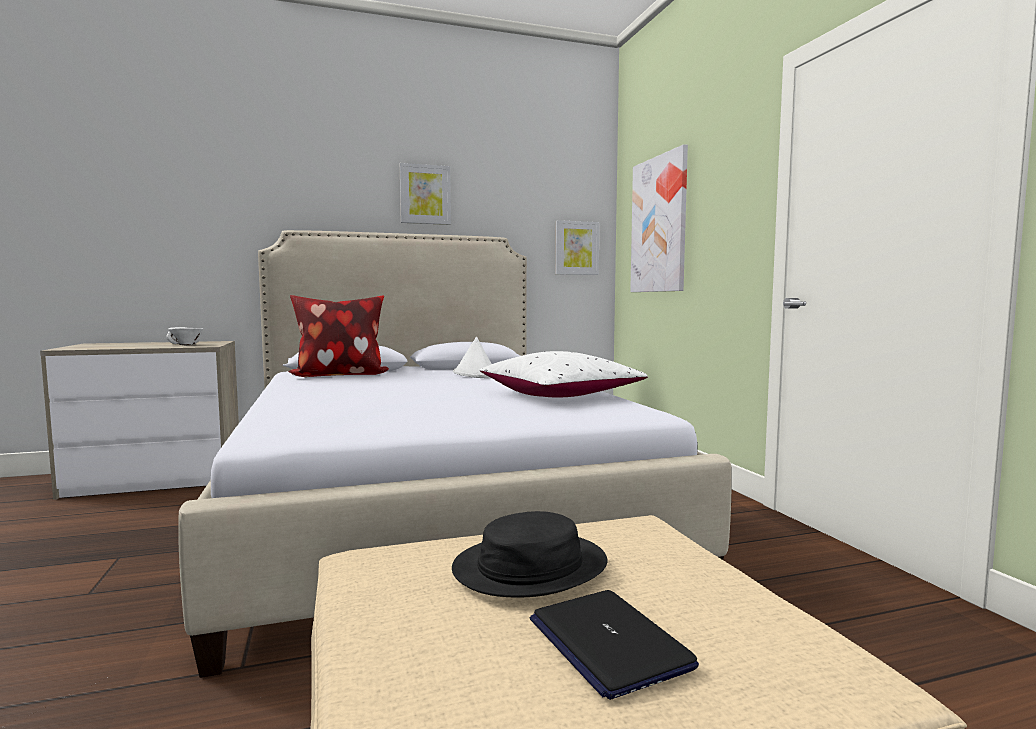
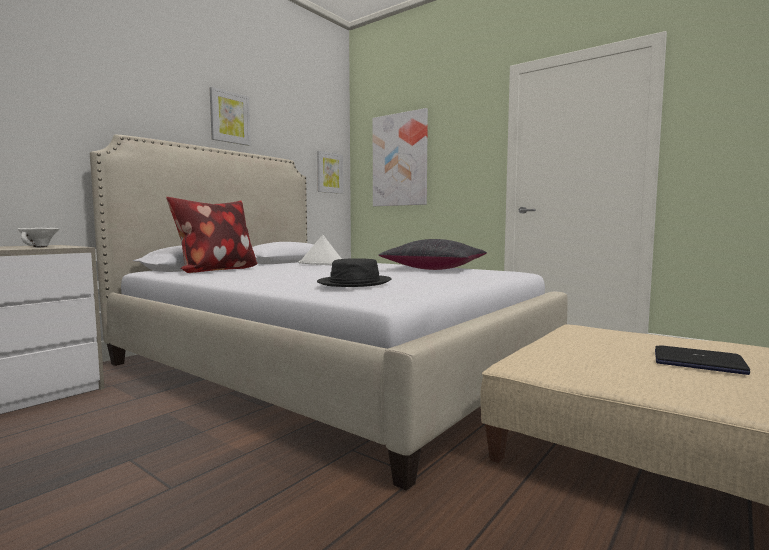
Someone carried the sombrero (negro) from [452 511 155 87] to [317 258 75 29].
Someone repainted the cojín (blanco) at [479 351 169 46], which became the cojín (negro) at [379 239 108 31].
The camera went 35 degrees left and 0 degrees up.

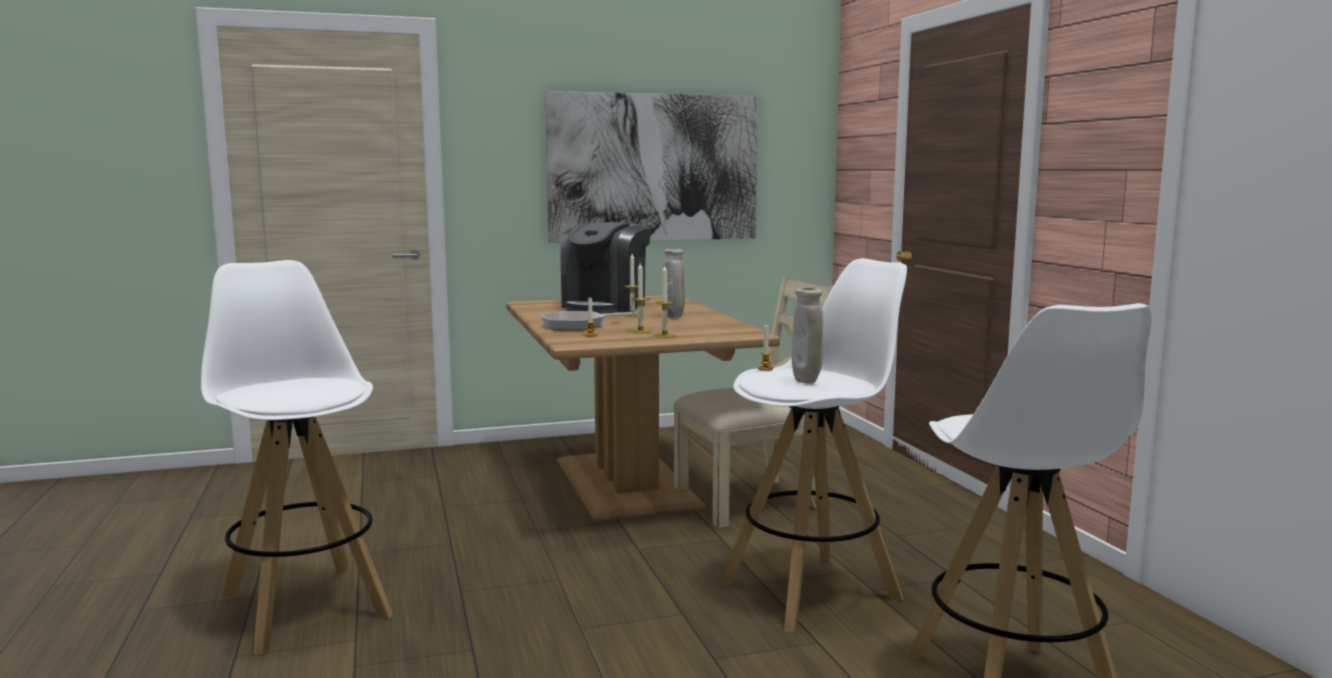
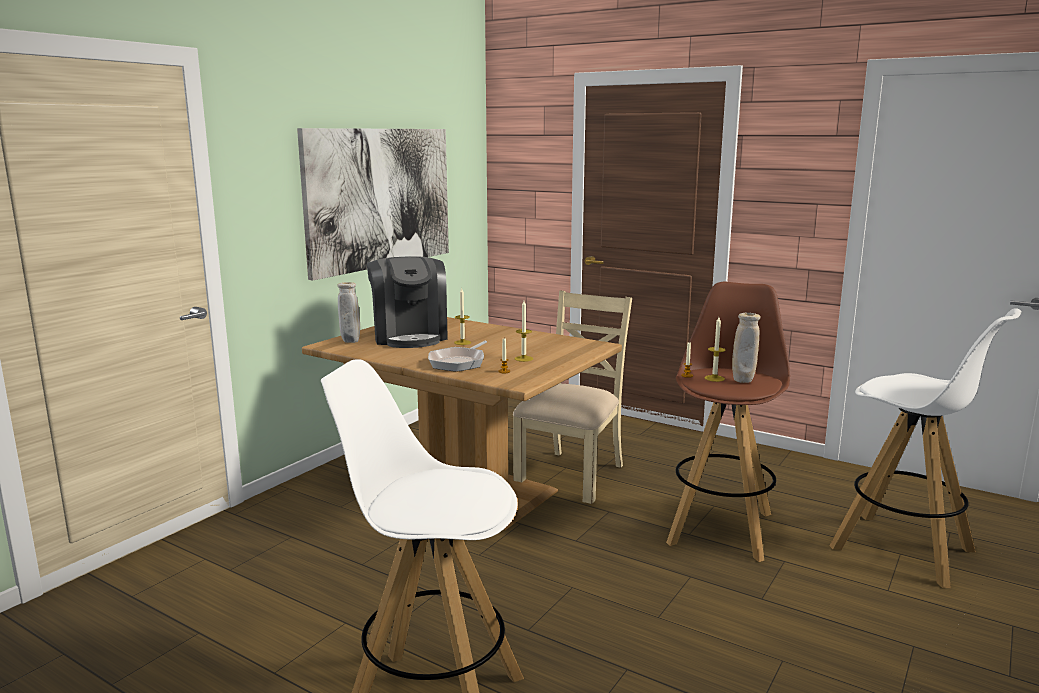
Someone carried the vela from [654 266 22 72] to [705 317 20 65].
Someone carried the florero (beis) from [663 249 22 69] to [337 282 23 61].
Someone repainted the taburete (blanco) at [719 258 188 374], which became the taburete (marrón) at [666 281 124 281].
The camera went 40 degrees left and 5 degrees up.

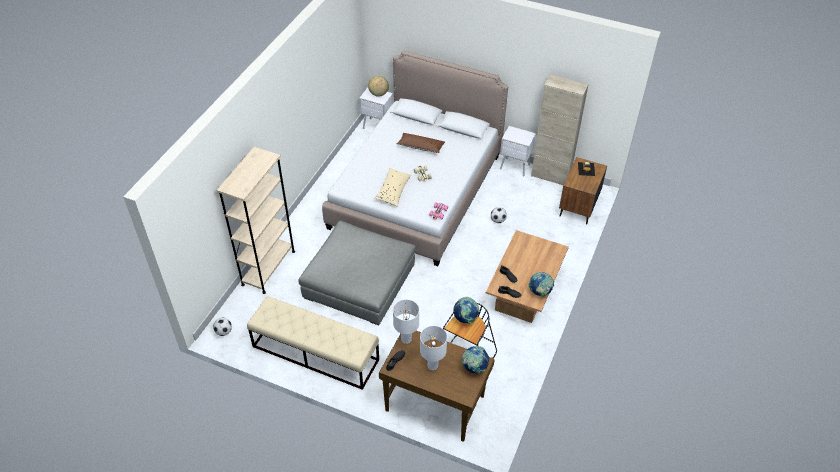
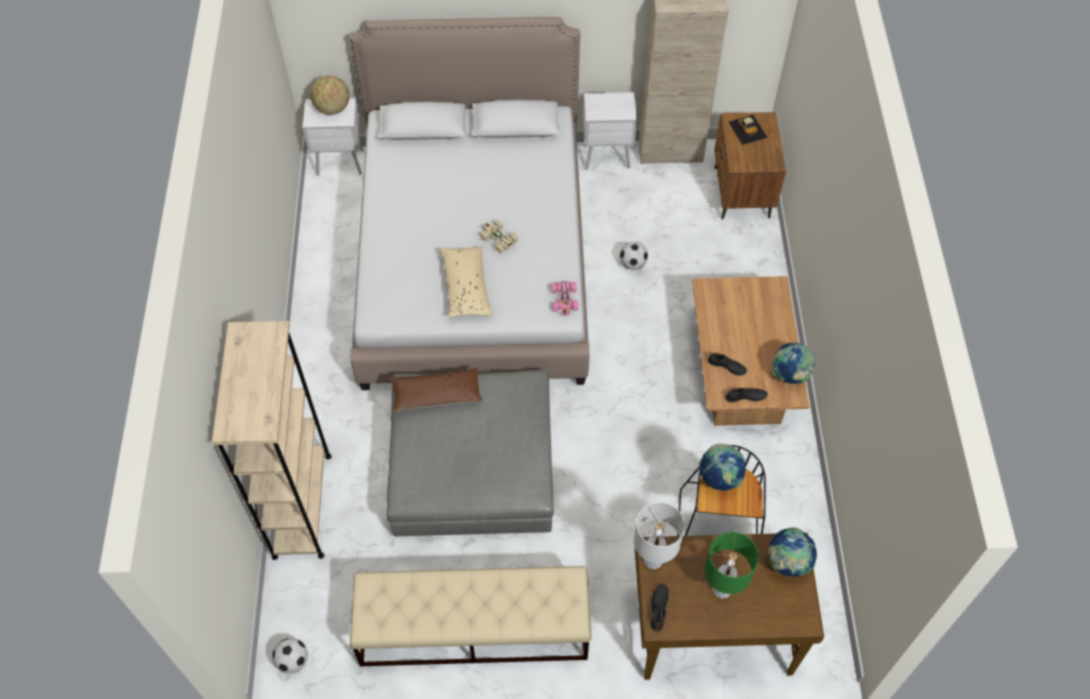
Someone carried the cojín (marrón) from [397 133 48 20] to [391 368 92 44].
Someone repainted the lámpara de mesa (blanco) at [420 326 27 44], which became the lámpara de mesa (verde) at [704 532 55 67].
The camera went 25 degrees left and 10 degrees up.

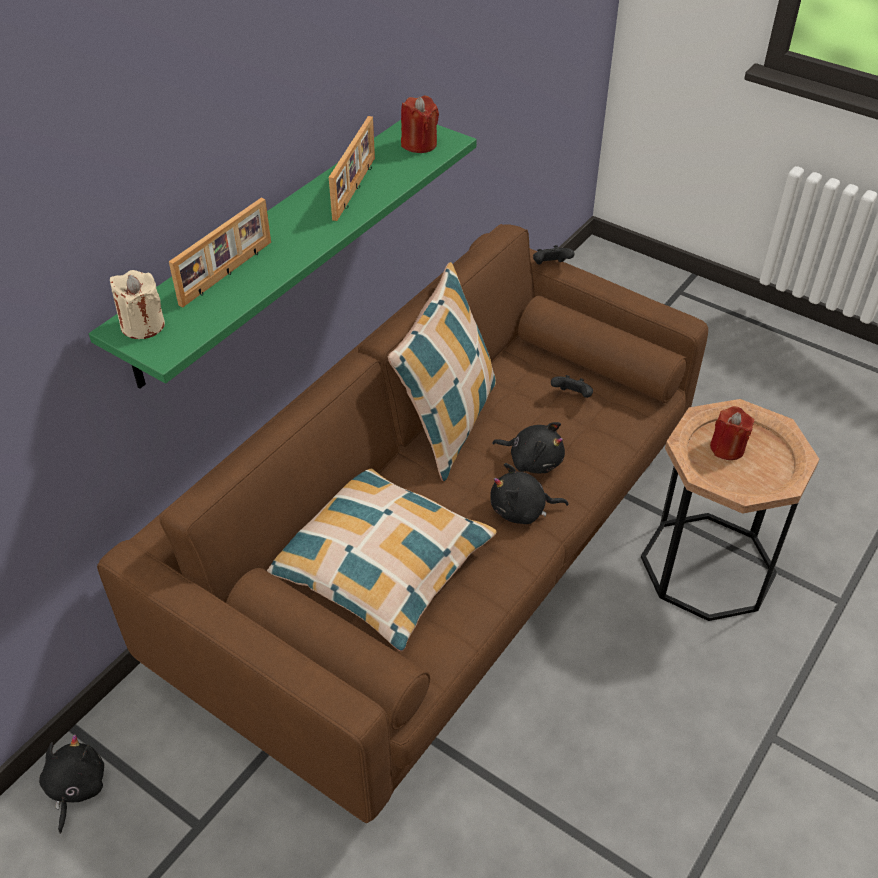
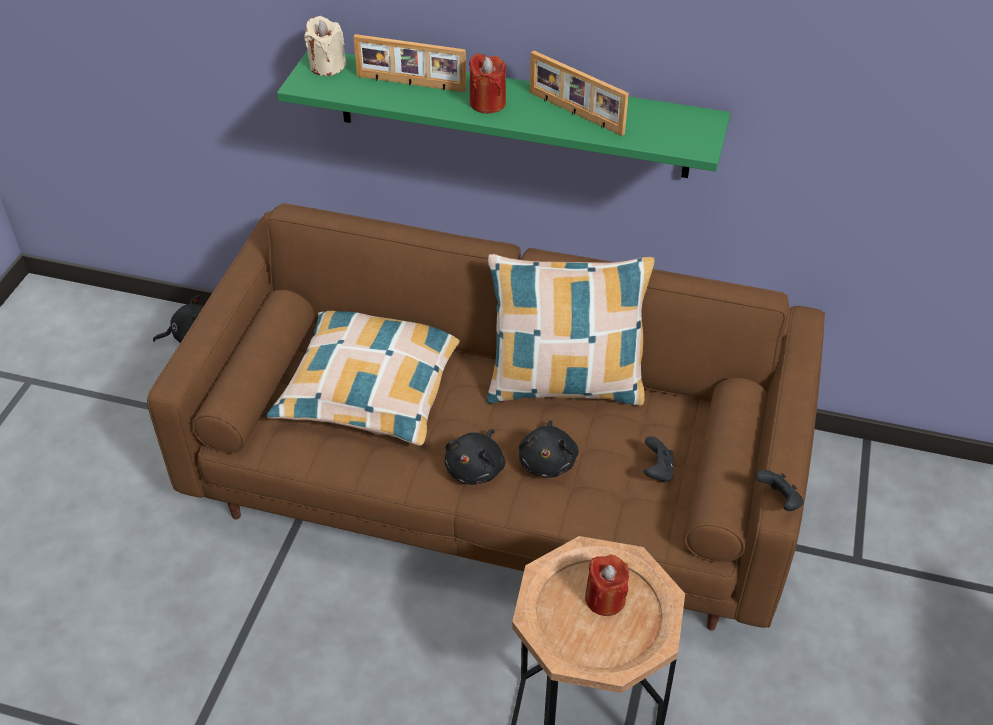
Someone rotated the portarretratos at [329 116 46 105] by 45 degrees clockwise.
Someone carried the vela (rojo) from [401 96 38 57] to [469 53 37 61].
Someone rotated the peluche (negro) at [490 463 79 61] by 135 degrees counterclockwise.
Someone carried the mando de consola (negro) from [533 245 41 20] to [755 469 49 42].
The camera went 70 degrees right and 0 degrees up.

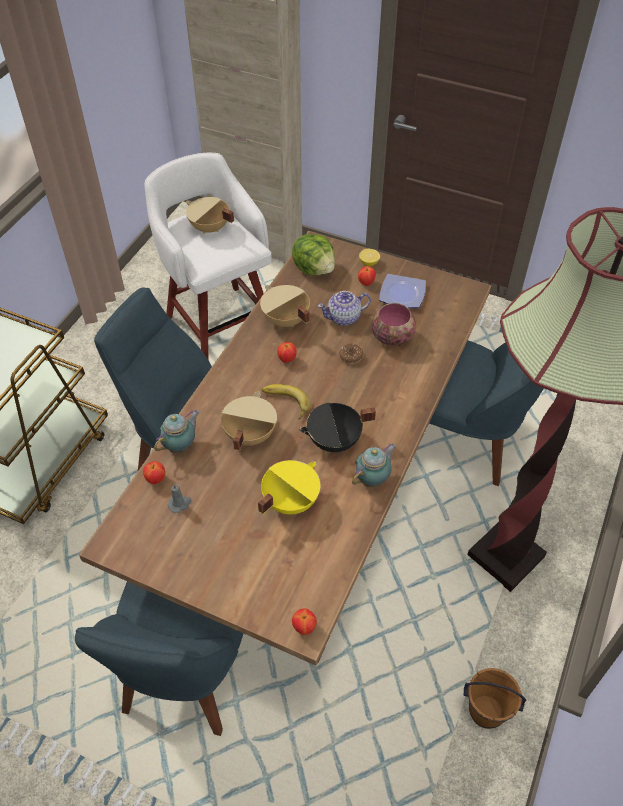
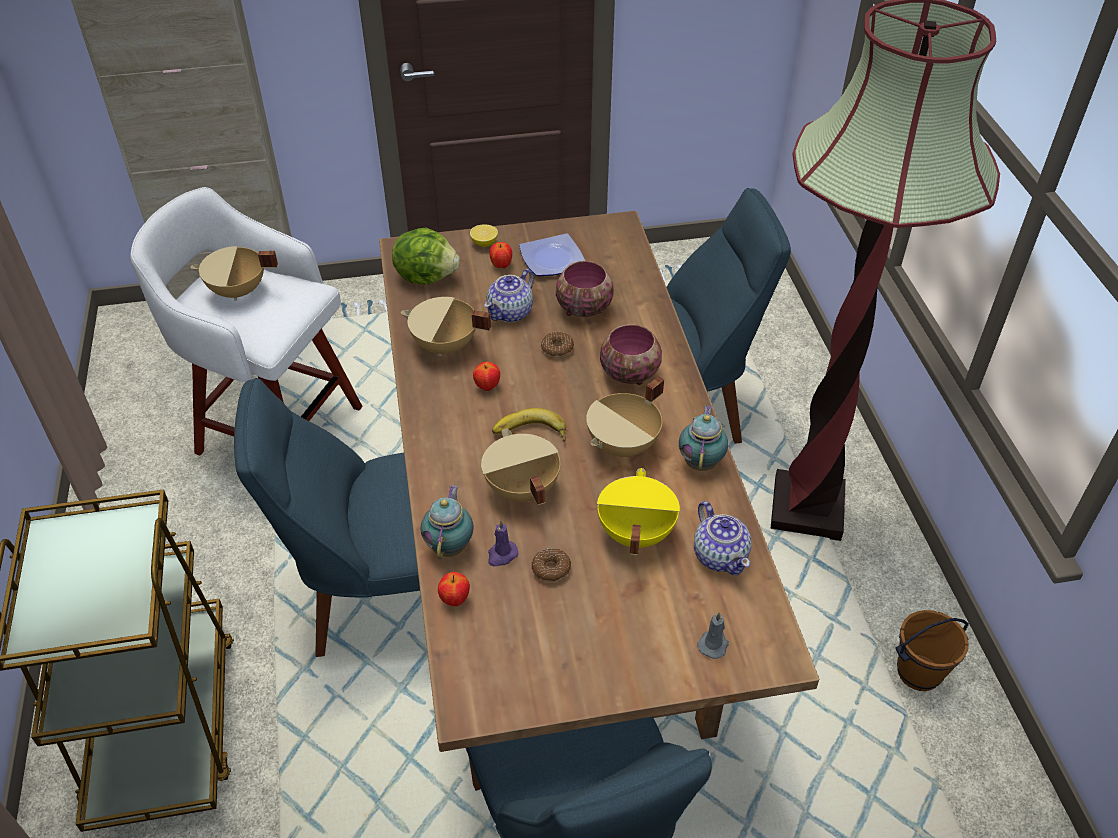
Someone carried the vela (gris) from [168 483 24 30] to [697 612 32 47].
Someone took away the manzana at [292 608 25 27].
Someone repainted the olla (negro) at [300 403 76 49], which became the olla (beis) at [586 376 78 81].
Someone put down the vela (morado) at [488 520 30 46].
Someone put down the rosquilla at [532 548 39 34].
Someone put down the cuenco at [600 324 62 61].
Someone put down the tetera at [694 501 57 74].
The camera went 35 degrees left and 5 degrees down.

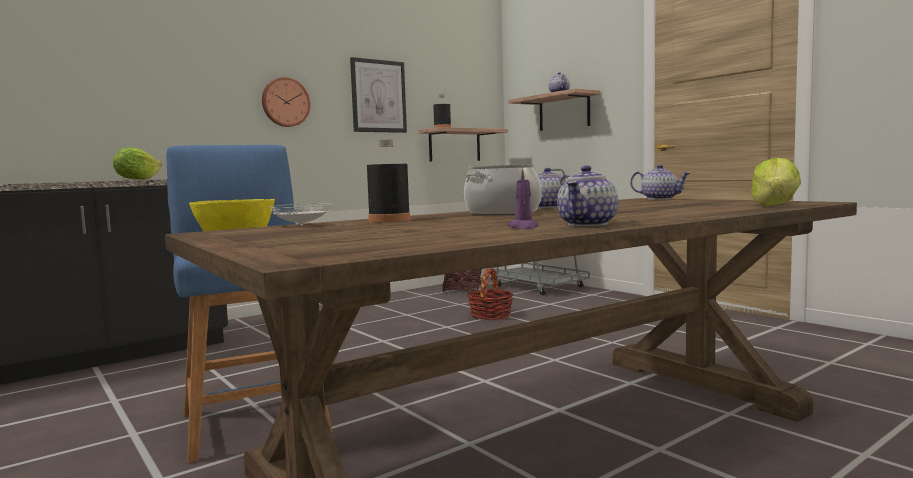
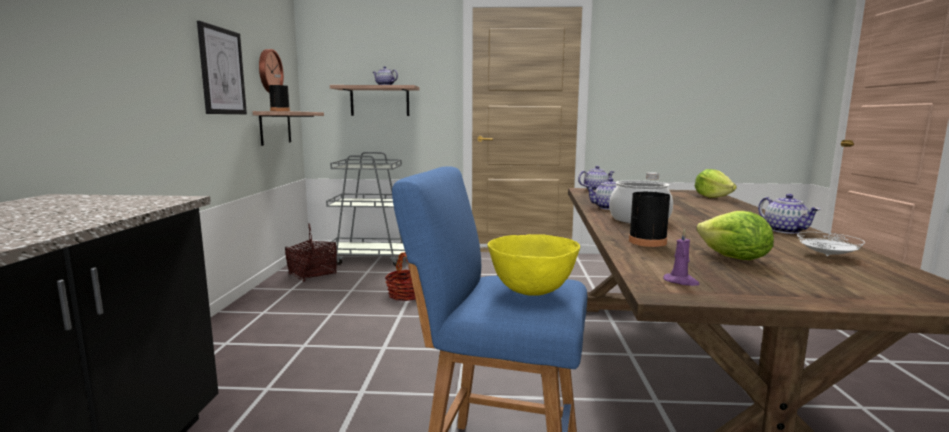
Someone carried the lechuga from [113 147 49 33] to [696 211 78 49].
Someone carried the reloj de pared from [262 77 49 50] to [259 49 25 44].
Someone carried the plato (blanco) from [270 203 61 23] to [797 232 68 24].
Someone carried the vela (morado) from [507 168 31 61] to [663 229 37 57].
The camera went 50 degrees left and 5 degrees up.

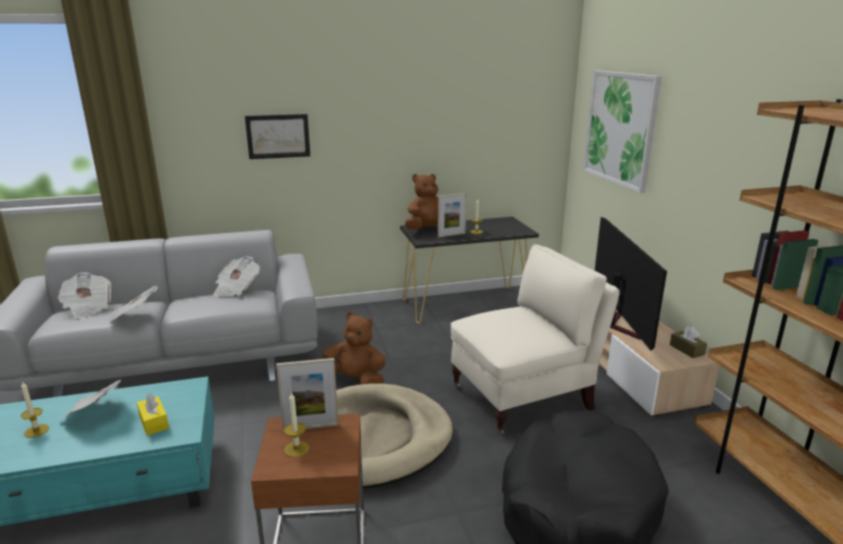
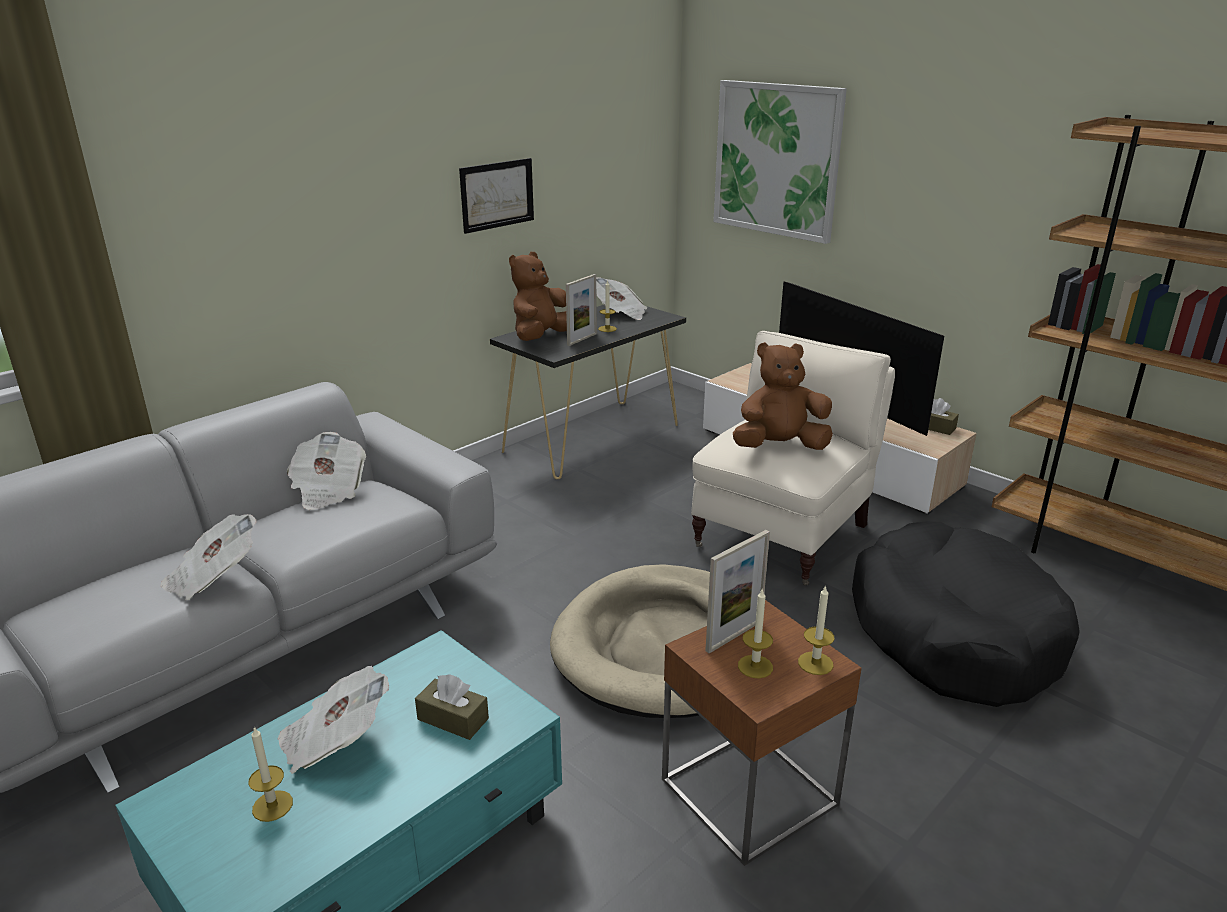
Someone carried the periódico from [58 272 54 47] to [596 277 51 43].
Someone repainted the caja de pañuelos (amarillo) at [137 393 32 43], which became the caja de pañuelos (marrón) at [415 674 74 66].
Someone carried the cuadro from [245 114 65 45] to [459 158 75 76].
Someone carried the peluche (marrón) from [322 312 64 72] to [733 342 100 108].
Someone put down the vela at [798 585 37 90].
The camera went 30 degrees left and 5 degrees up.

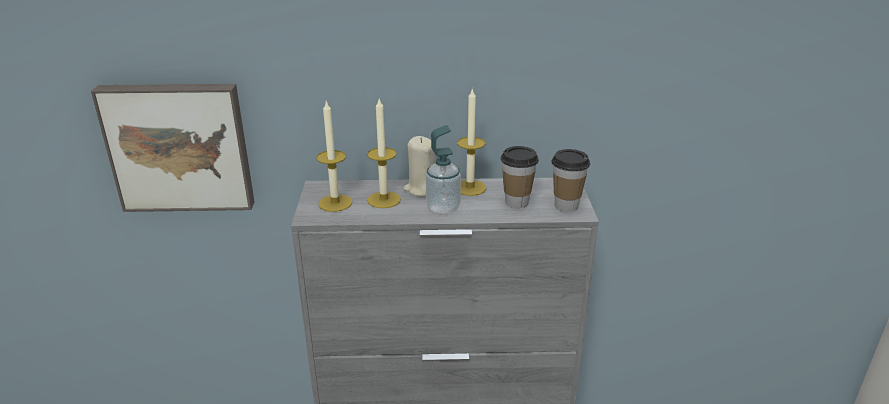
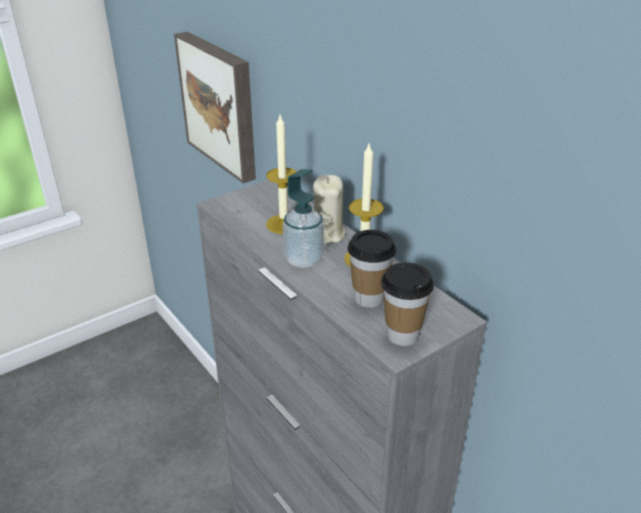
Someone took away the vela at [316 100 36 112].
The camera went 55 degrees right and 5 degrees up.

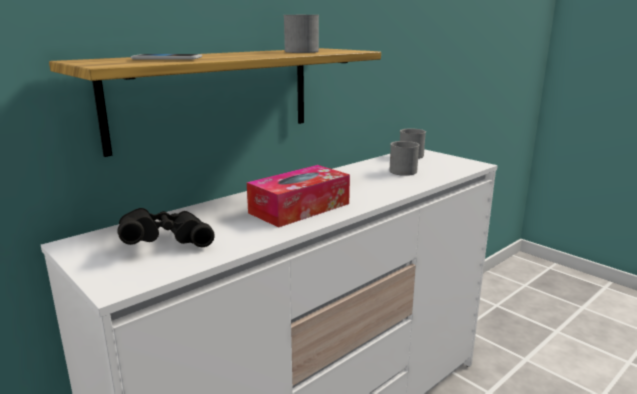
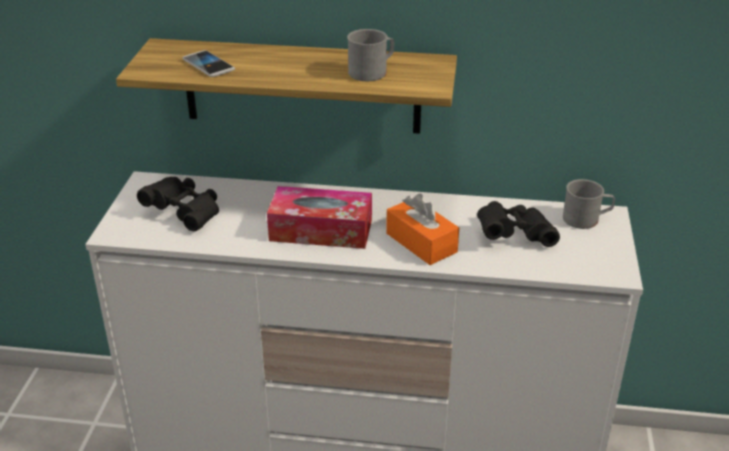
Someone swapped the taza grande (gris) at [390 141 30 35] for the prismáticos (negro) at [477 201 83 46].
Someone put down the caja de pañuelos (naranja) at [386 193 73 72].
The camera went 50 degrees right and 15 degrees up.

